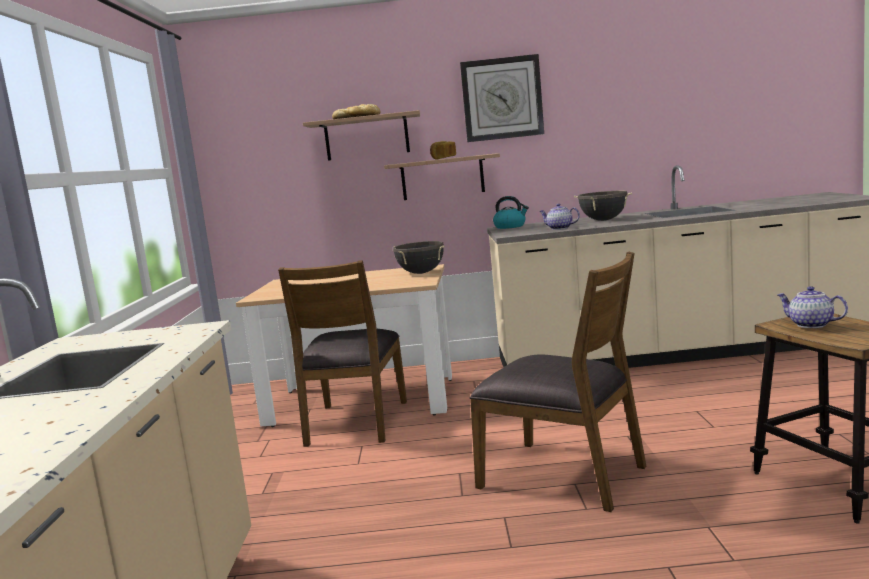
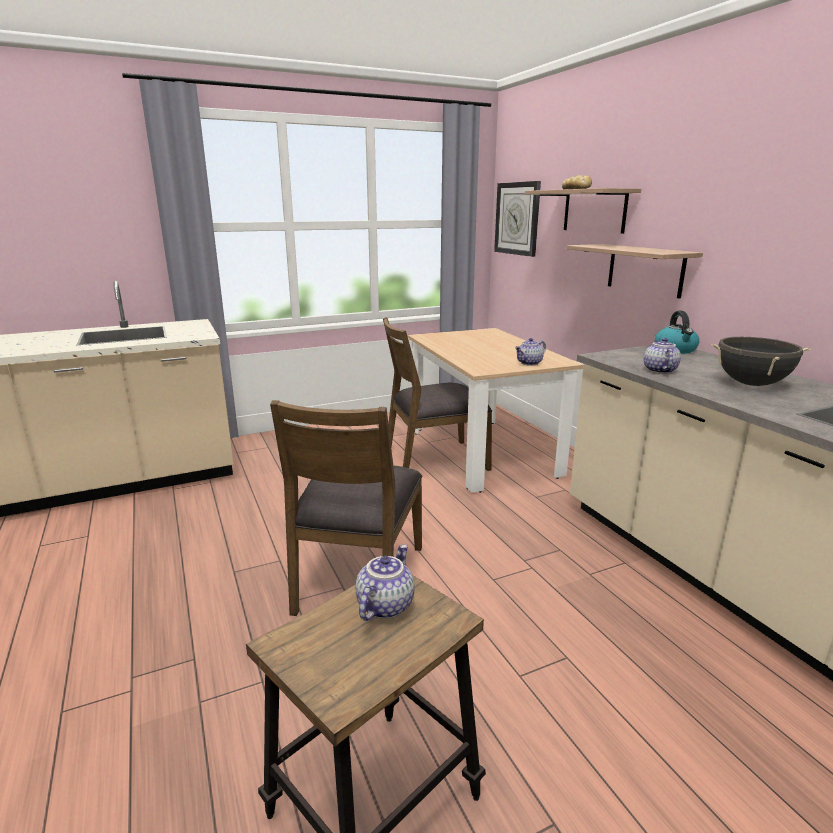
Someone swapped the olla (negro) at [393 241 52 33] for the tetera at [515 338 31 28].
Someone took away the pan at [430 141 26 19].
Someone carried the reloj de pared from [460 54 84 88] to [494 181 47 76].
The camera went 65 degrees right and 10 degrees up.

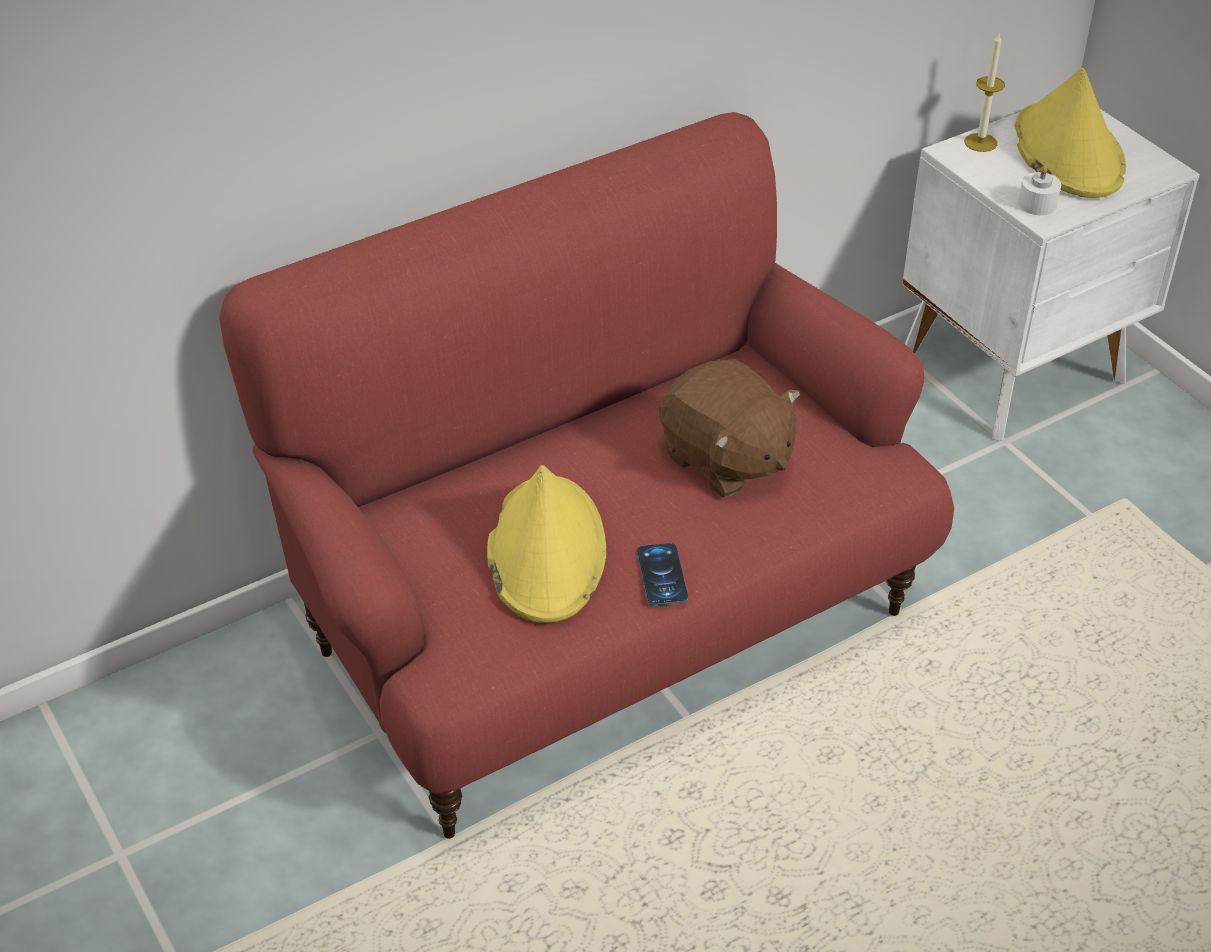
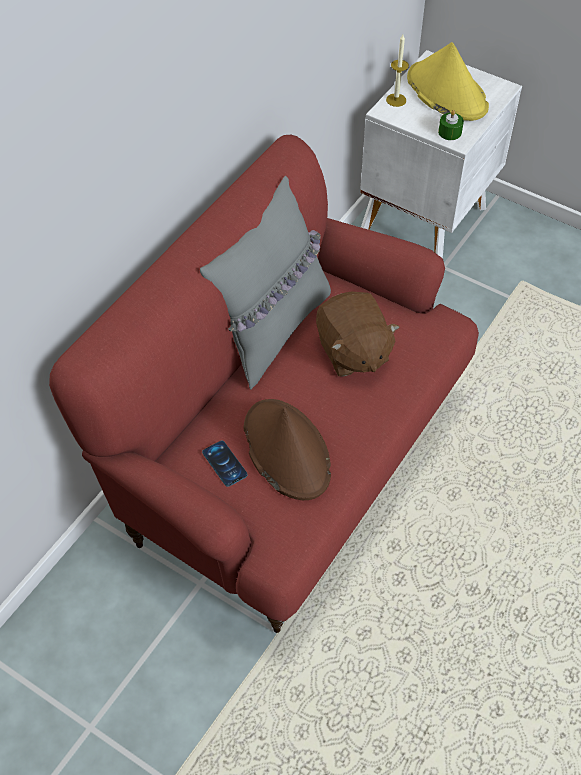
Someone repainted the sombrero (amarillo) at [487 465 119 158], which became the sombrero (marrón) at [244 399 87 101].
Someone carried the móvil from [637 543 51 62] to [202 441 46 46].
Someone rotated the peluche (marrón) at [659 359 141 138] by 45 degrees clockwise.
Someone repainted the vela (blanco) at [1018 165 43 50], which became the vela (verde) at [438 110 26 30].
Someone put down the cojín (gris) at [200 176 131 214].
The camera went 25 degrees left and 10 degrees up.

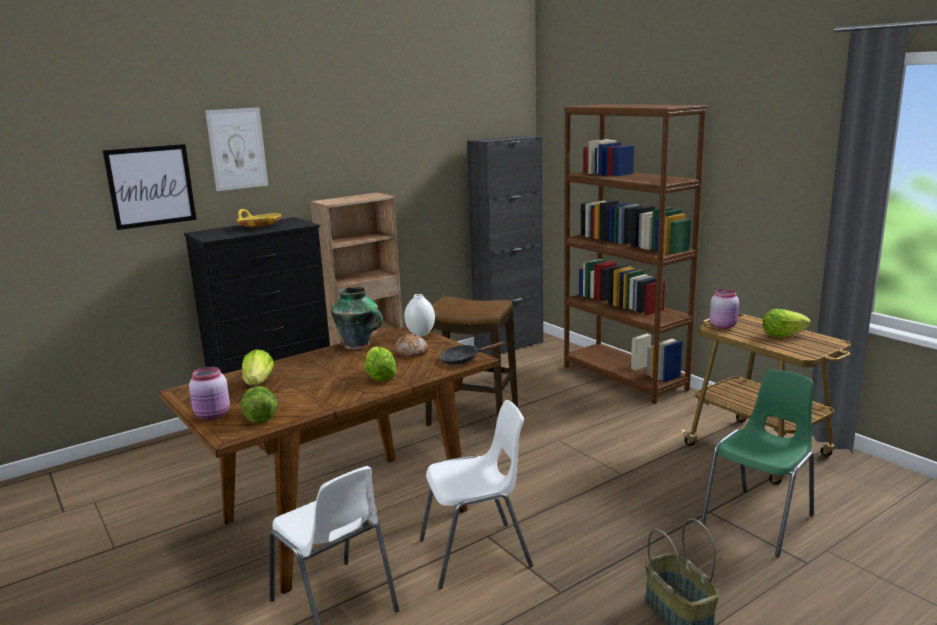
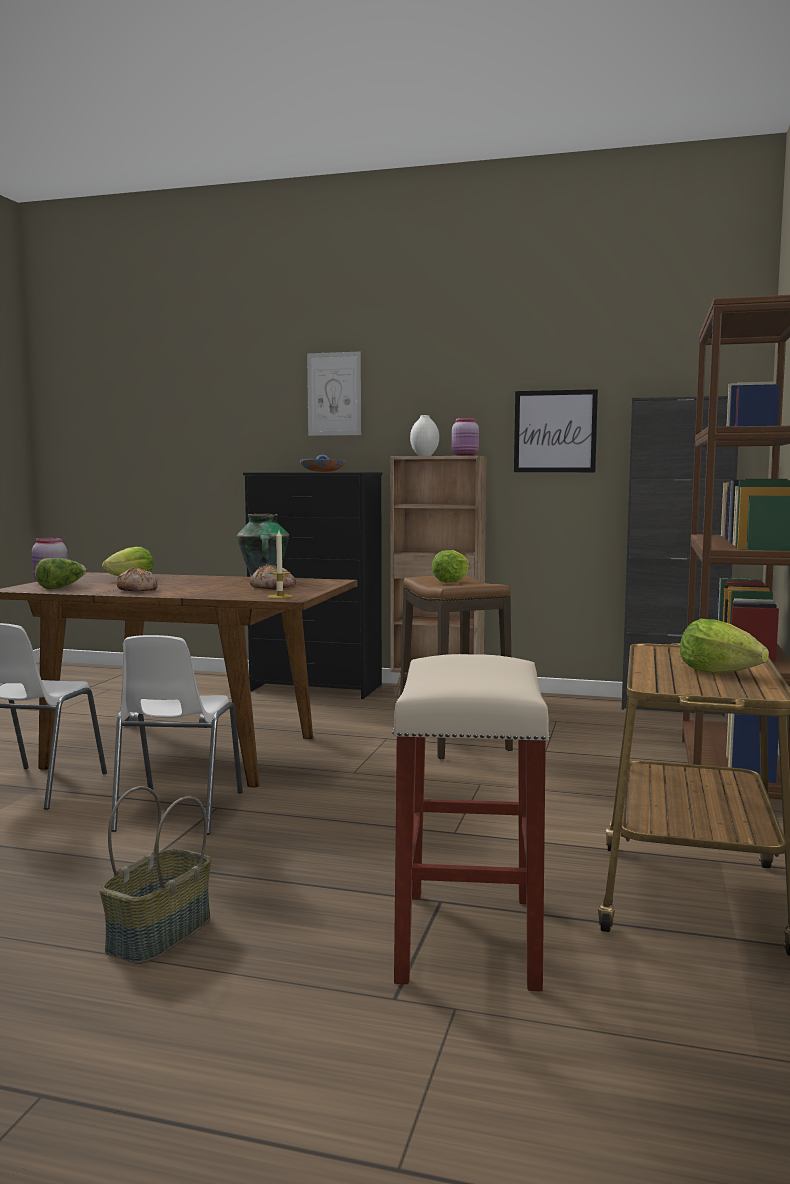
Someone carried the cuadro from [102 144 94 86] to [514 389 84 83].
Someone repainted the cuenco (amarillo) at [237 209 44 19], which became the cuenco (azul) at [300 455 45 17].
Someone carried the lechuga from [365 347 32 34] to [431 550 38 33].
Someone carried the florero (blanco) from [404 294 31 43] to [410 415 29 41].
Someone rotated the silla (blanco) at [420 400 113 189] by 60 degrees clockwise.
Someone swapped the sartén (negro) at [440 341 65 24] for the vela at [268 531 25 68].
Someone swapped the silla (verde) at [701 369 113 188] for the taburete (beis) at [392 654 158 337].
Someone carried the tarro (rosa) from [710 289 29 40] to [452 418 27 38].
Someone put down the pan at [117 567 40 24].
The camera went 50 degrees right and 10 degrees down.

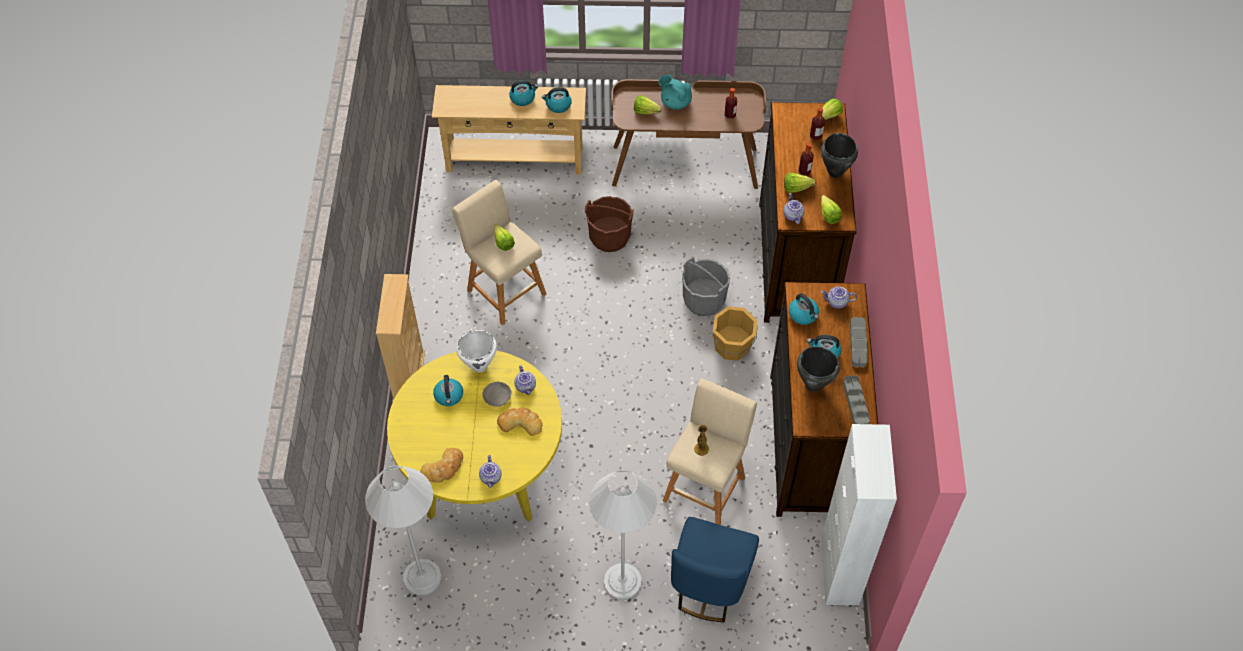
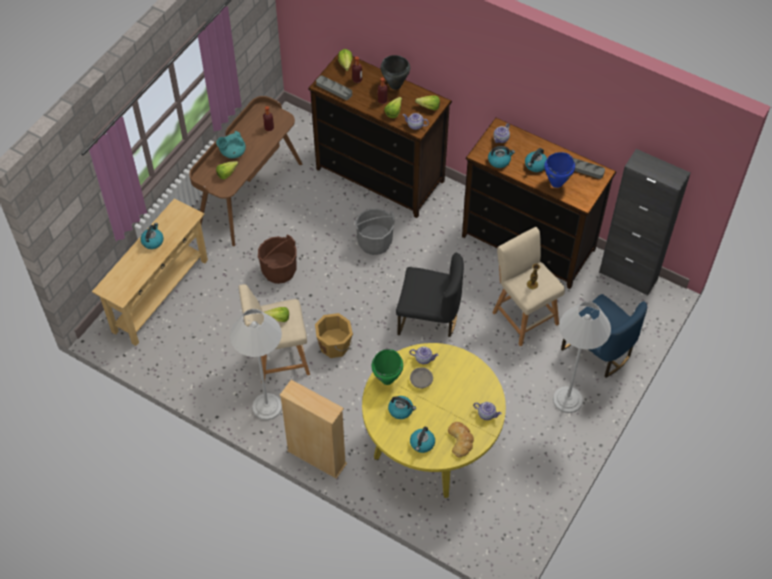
Someone carried the lámpara de pie (blanco) from [365 465 76 130] to [230 309 52 111].
Someone repainted the olla (blanco) at [457 330 40 43], which became the olla (verde) at [372 349 31 36].
Someone took away the pan at [497 407 46 29].
Someone carried the hervidor from [542 87 30 26] to [410 427 25 26].
Someone carried the cubo (naranja) from [713 306 44 55] to [315 313 38 45].
Someone repainted the olla (negro) at [797 346 43 46], which became the olla (azul) at [544 152 31 36].
Someone repainted the armario (blanco) at [821 424 76 181], which became the armario (negro) at [599 149 91 147].
Someone carried the bandeja (gris) from [850 317 18 50] to [316 76 36 24].
Someone put down the silla (negro) at [396 253 68 84].
The camera went 60 degrees left and 0 degrees up.

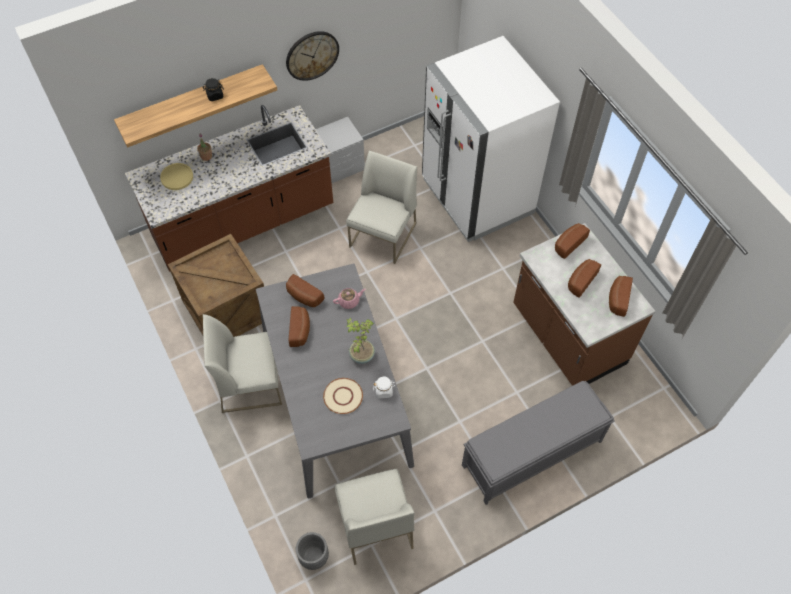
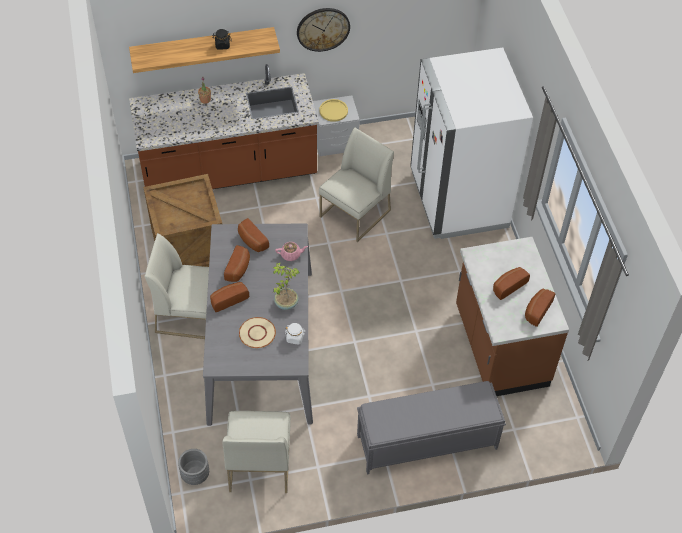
Someone carried the plato (amarillo) from [160 163 33 27] to [319 99 29 23].
Someone carried the pan from [555 223 35 36] to [210 282 39 30].
The camera went 15 degrees right and 5 degrees down.

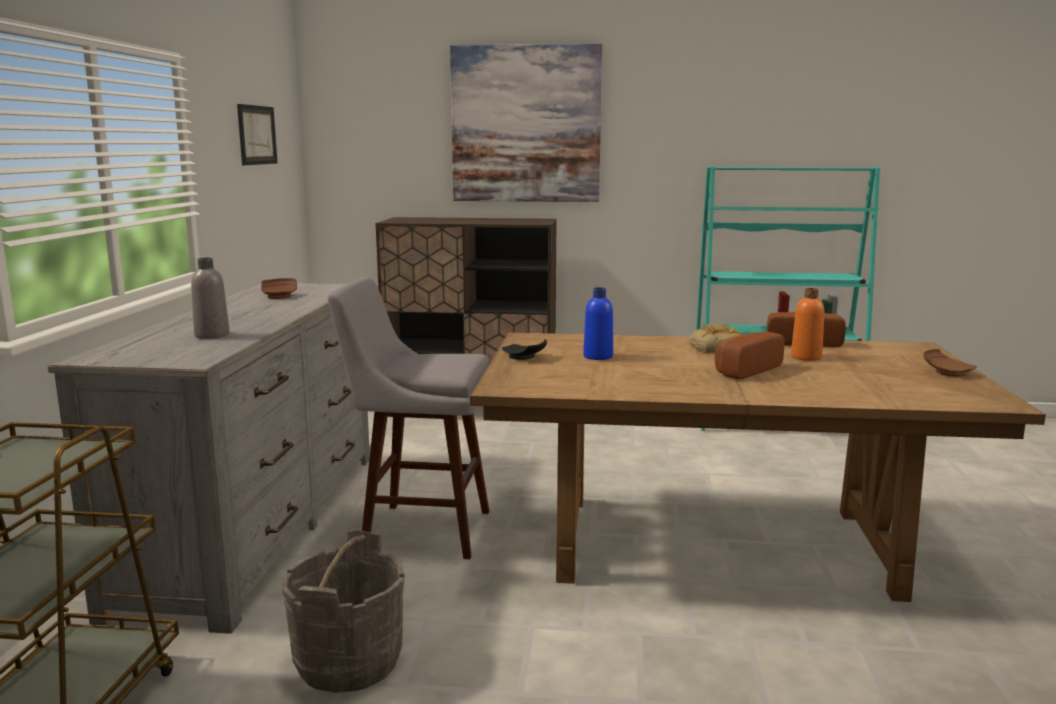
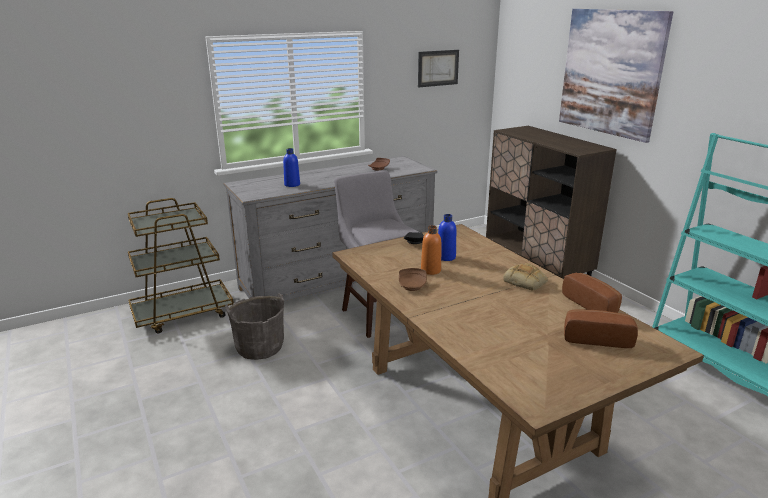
Someone repainted the botella (gris) at [191 258 39 81], which became the botella (azul) at [283 148 17 39].
Someone carried the pan from [715 332 70 47] to [564 310 74 38].
Someone carried the botella (naranja) from [791 288 33 73] to [421 225 20 50].
Someone carried the plato (marrón) from [923 349 54 28] to [399 268 28 23].
The camera went 55 degrees right and 10 degrees up.

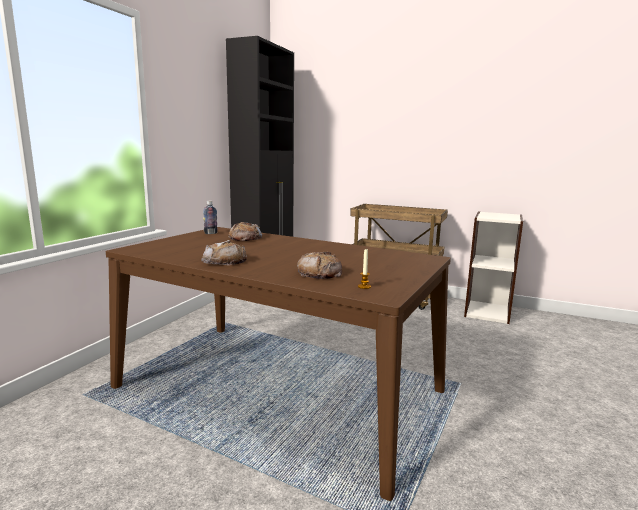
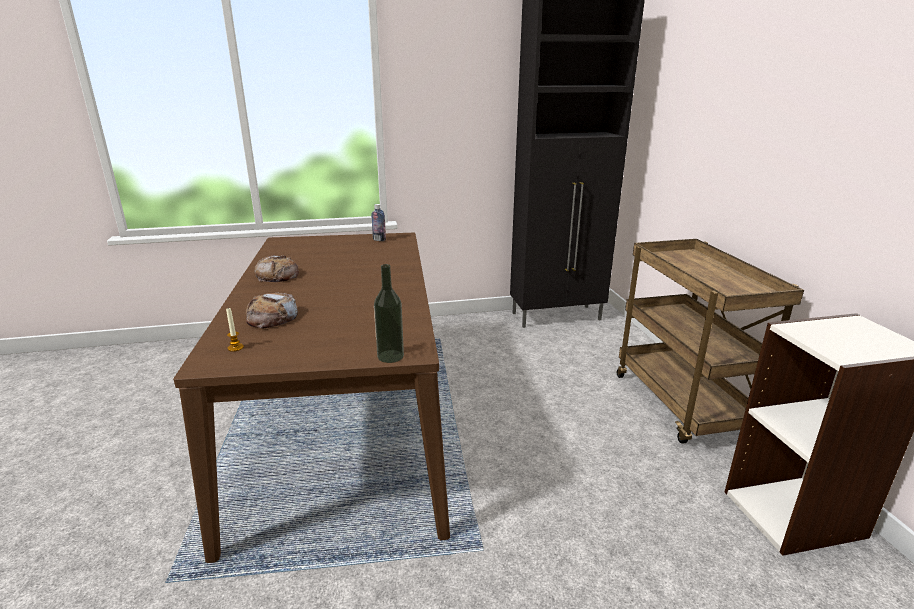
Someone took away the pan at [228 222 34 19].
Someone put down the botella at [374 264 30 99].
The camera went 55 degrees right and 10 degrees up.

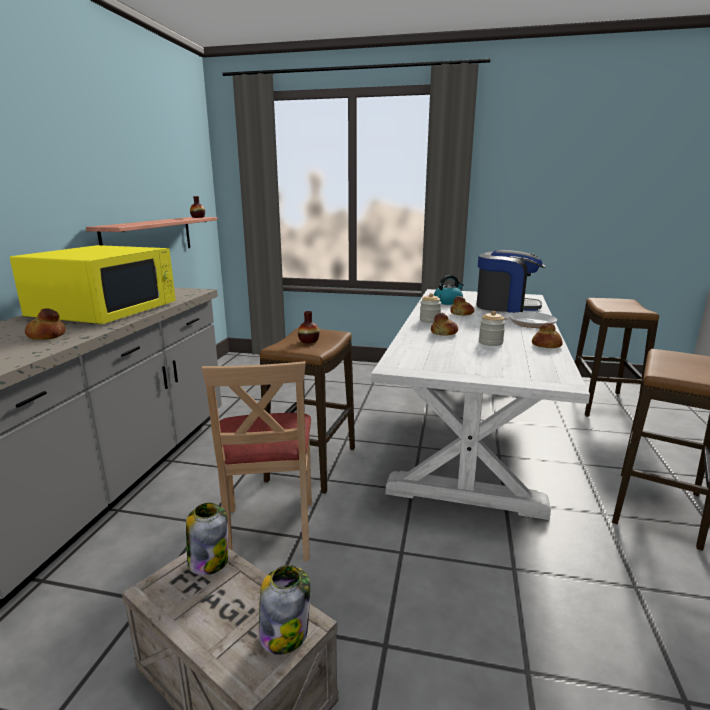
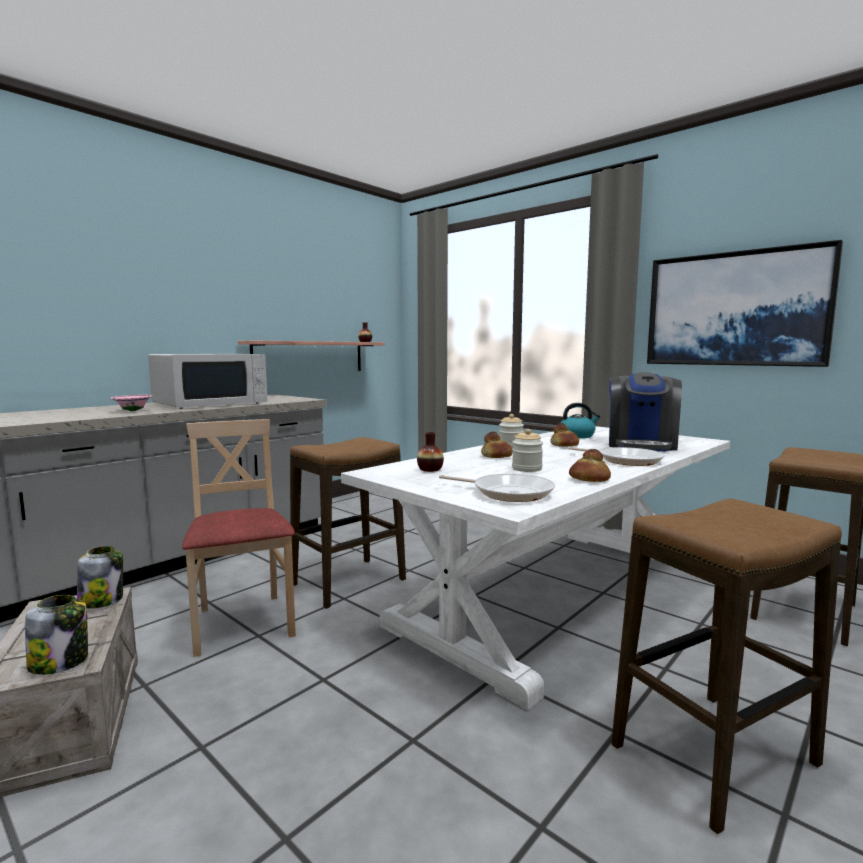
Someone repainted the microondas (amarillo) at [10 245 166 79], which became the microondas (blanco) at [148 354 119 55].
Someone swapped the pan at [25 308 41 32] for the cuenco (rosa) at [111 395 41 16].
Someone rotated the silla (beis) at [202 361 110 200] by 135 degrees clockwise.
Someone carried the florero from [298 311 22 32] to [417 432 27 40].
Someone rotated the cafetera at [477 250 69 63] by 60 degrees clockwise.
Someone put down the sartén at [439 474 116 28].
Someone put up the cuadro at [647 240 196 127].
The camera went 30 degrees right and 10 degrees down.

